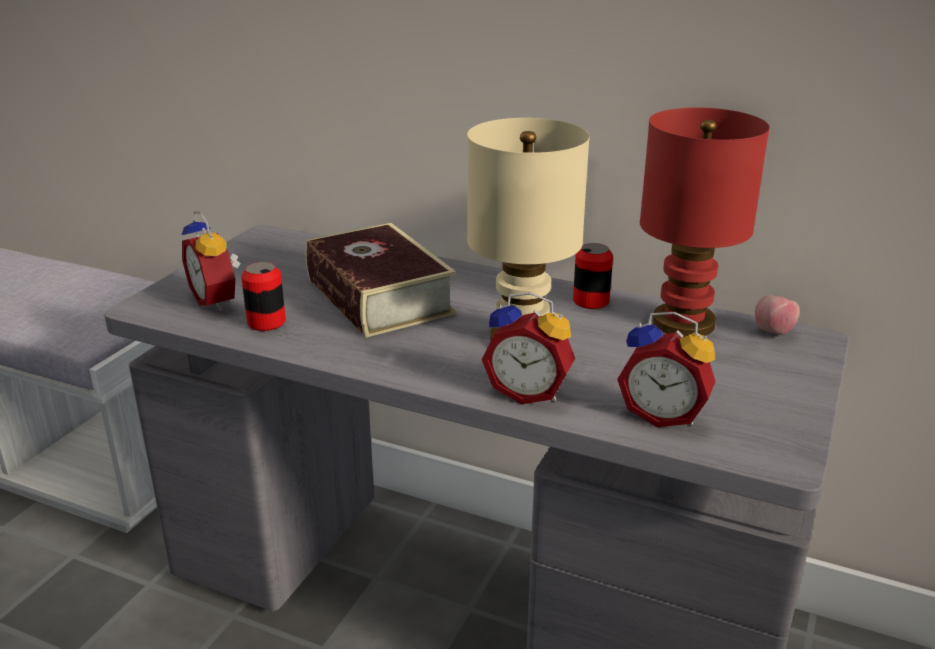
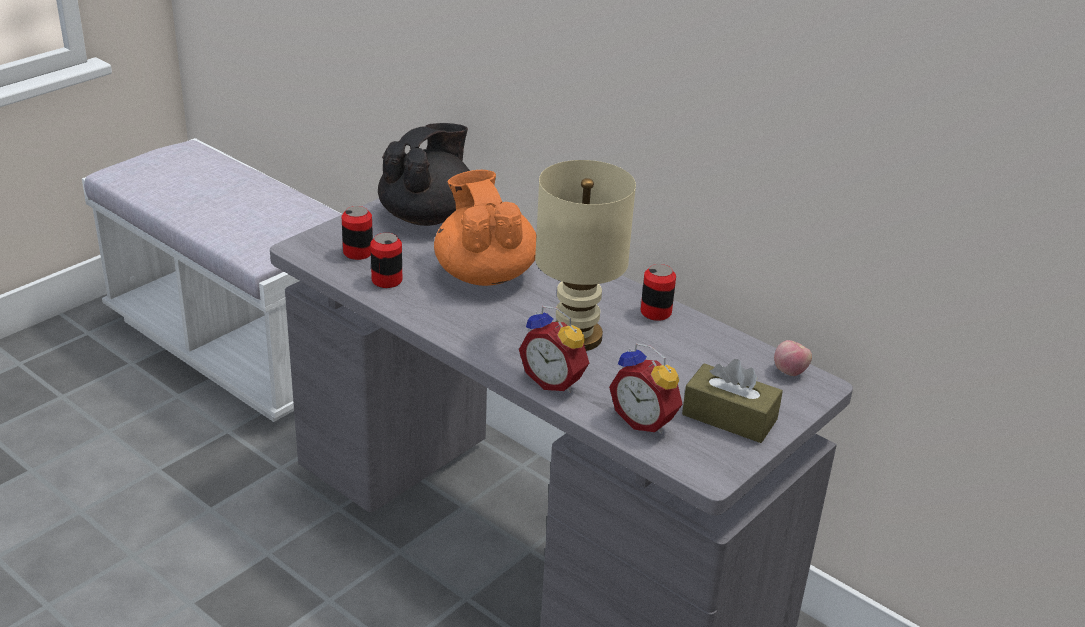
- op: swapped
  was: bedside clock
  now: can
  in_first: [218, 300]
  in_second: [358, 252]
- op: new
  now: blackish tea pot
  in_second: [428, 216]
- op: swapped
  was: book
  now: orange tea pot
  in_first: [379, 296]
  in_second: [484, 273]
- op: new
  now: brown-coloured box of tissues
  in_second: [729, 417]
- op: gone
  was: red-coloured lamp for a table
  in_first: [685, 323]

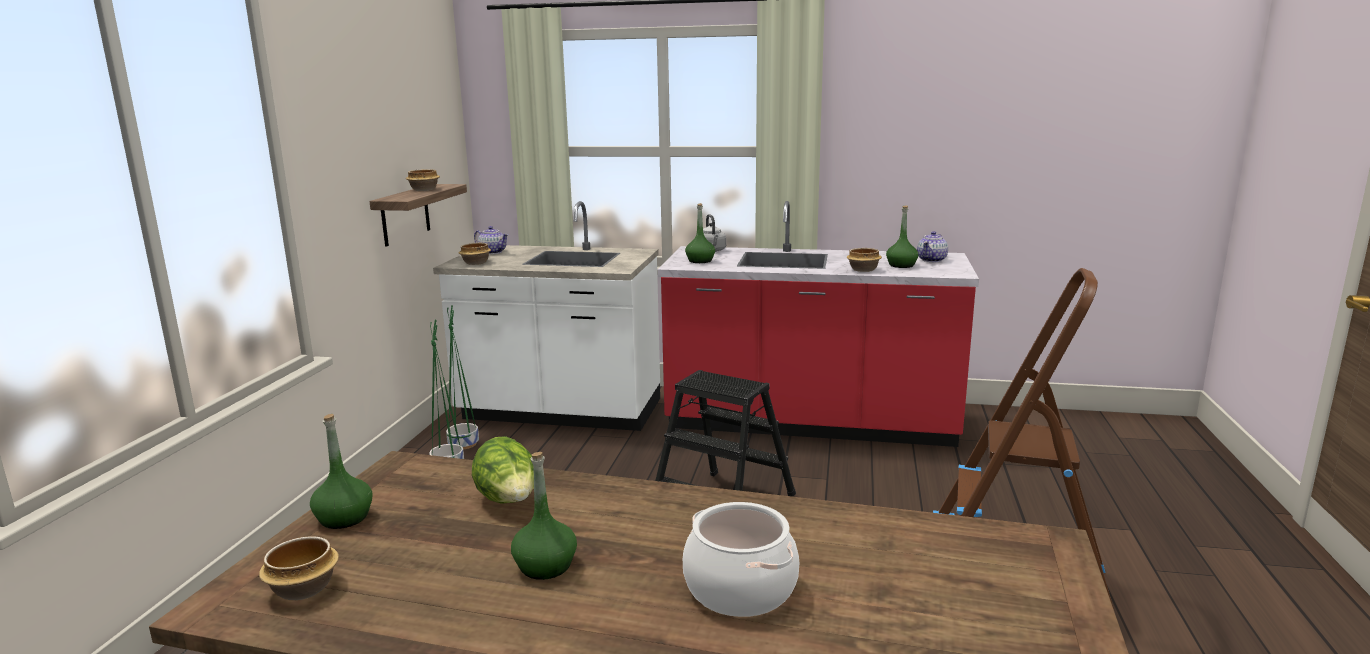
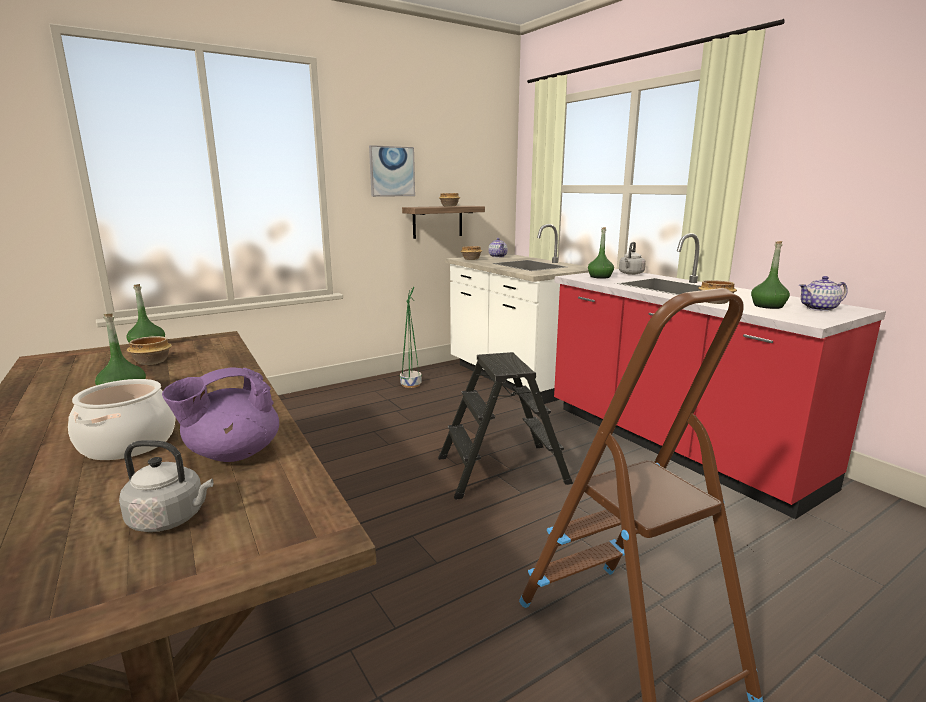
- op: new
  now: greyish kettle
  in_second: [171, 519]
- op: shifted
  was: bowl
  in_first: [302, 589]
  in_second: [151, 362]
- op: new
  now: purple tea pot
  in_second: [232, 454]
- op: new
  now: wall art
  in_second: [392, 171]
- op: gone
  was: green-coloured planter
  in_first: [463, 444]
- op: gone
  was: lettuce
  in_first: [509, 501]

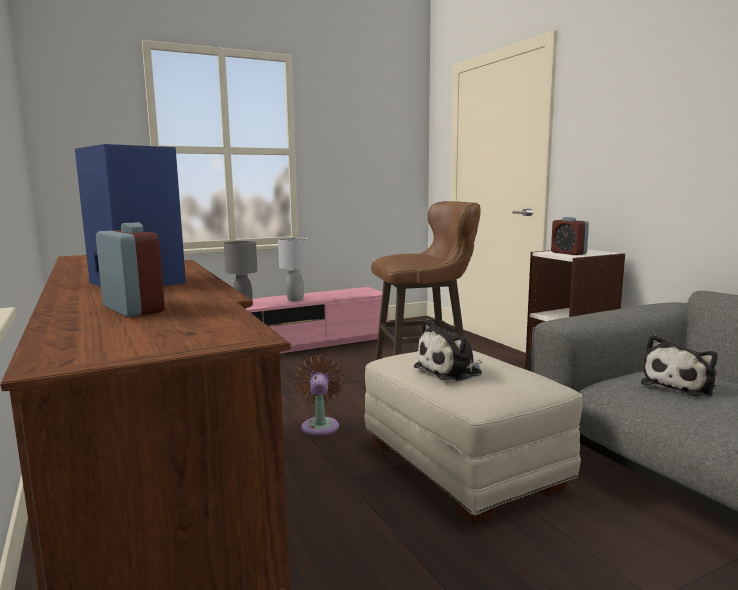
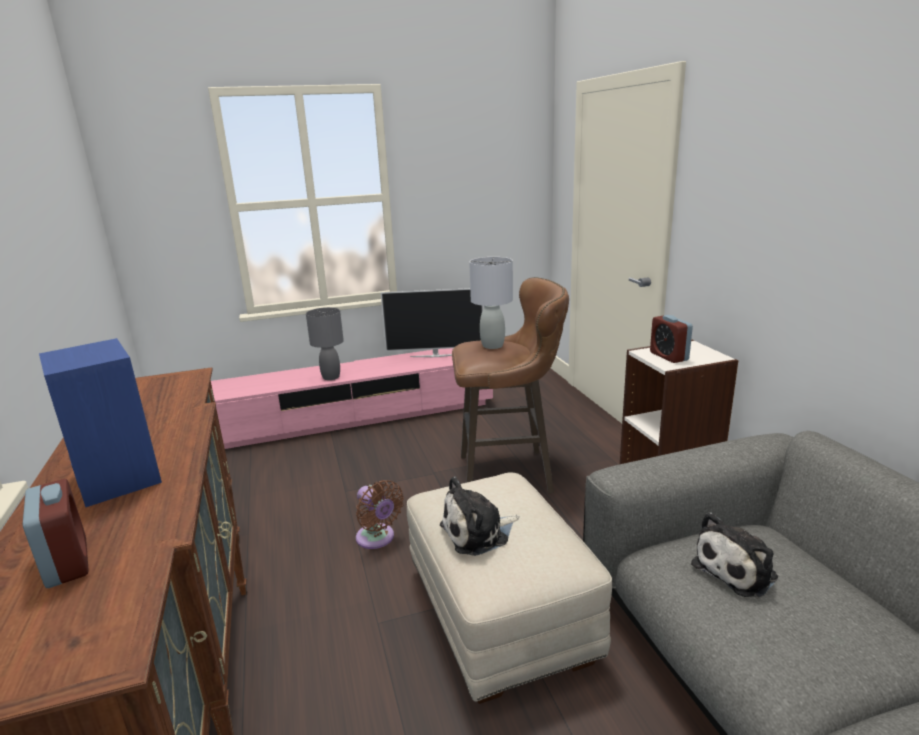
- op: rotated
  was: brown-coloured cooling fan
  in_first: [320, 425]
  in_second: [377, 539]
  clockwise: 135
- op: new
  now: TV set
  in_second: [435, 355]
- op: shifted
  was: greyish lamp for a table
  in_first: [295, 300]
  in_second: [492, 345]

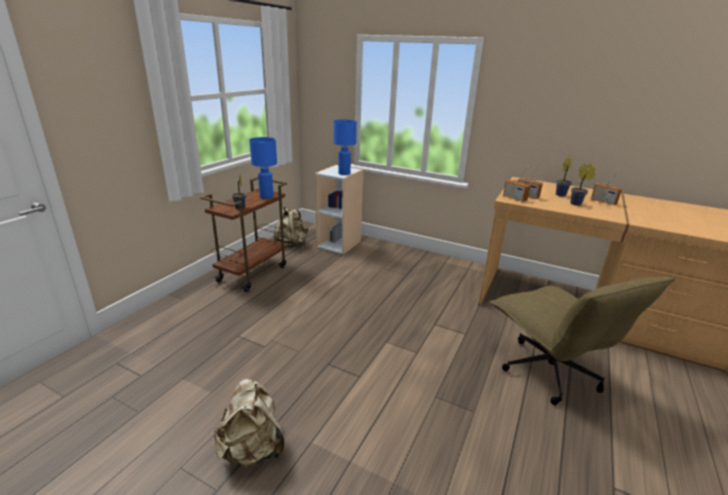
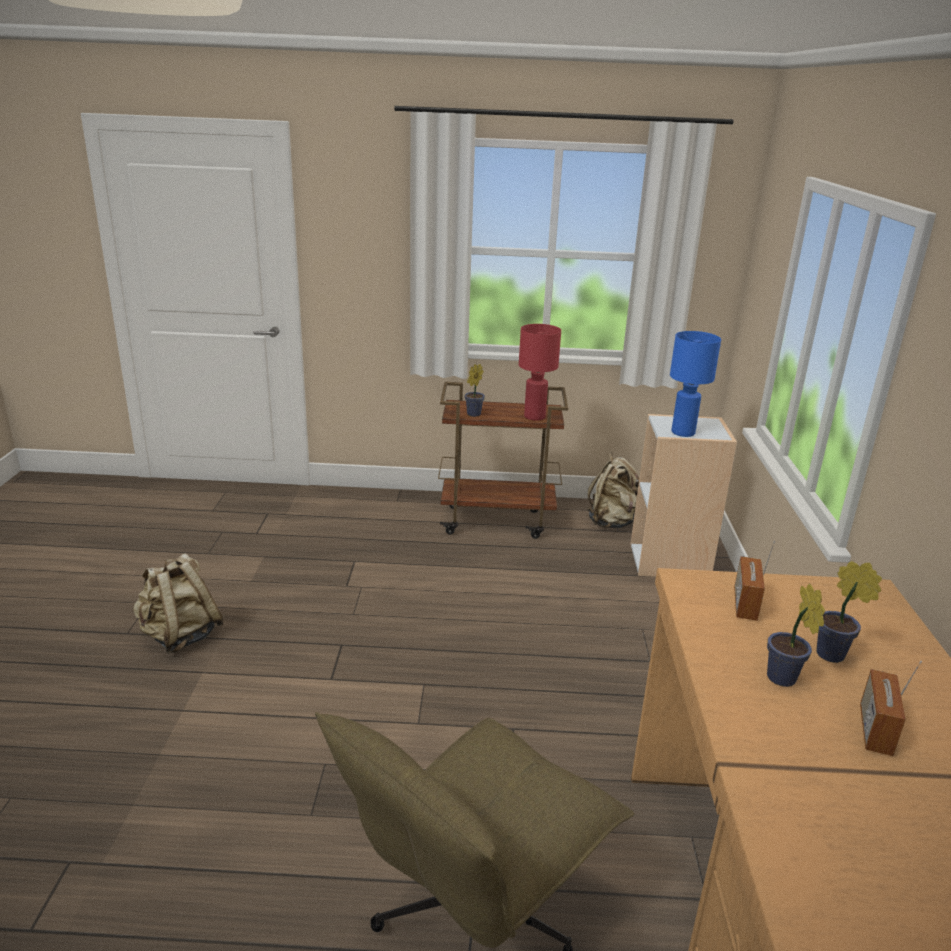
- op: repainted
  was: bluish lamp for a table
  now: red-coloured lamp for a table
  in_first: [267, 196]
  in_second: [535, 417]
- op: gone
  was: radio
  in_first: [514, 198]

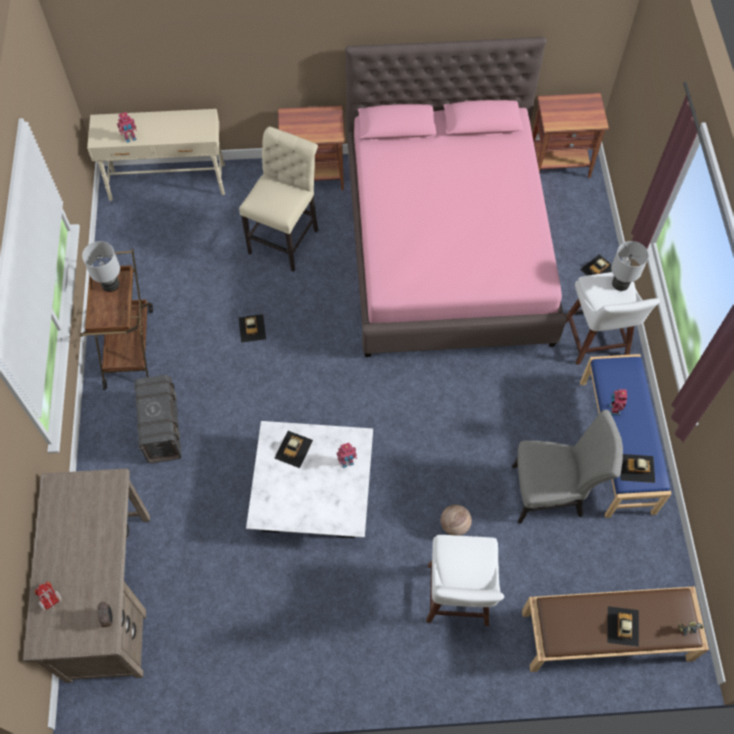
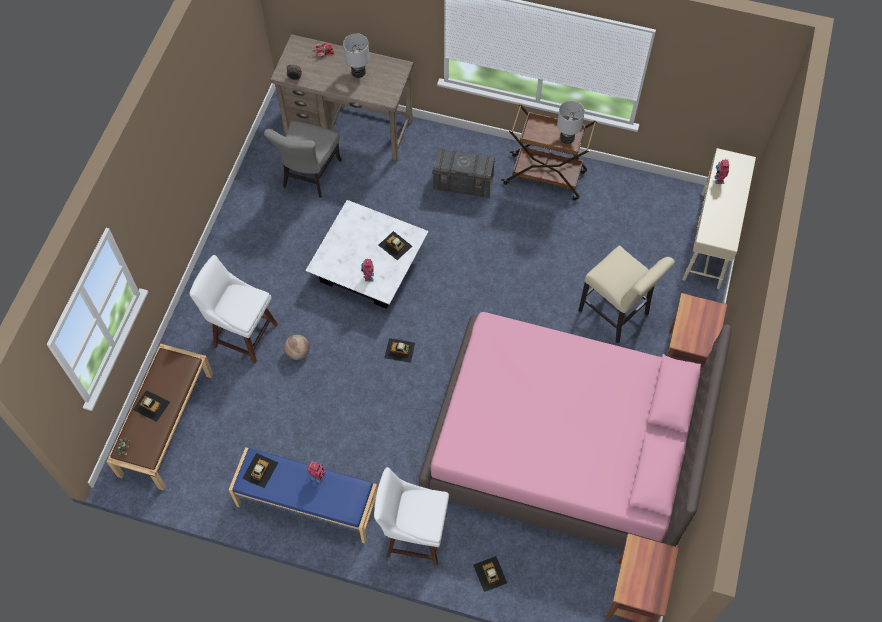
- op: shifted
  was: greyish chair
  in_first: [552, 493]
  in_second: [309, 176]
- op: shifted
  was: greyish lamp for a table
  in_first: [620, 283]
  in_second: [358, 72]
- op: shifted
  was: miniature car
  in_first: [252, 328]
  in_second: [400, 350]

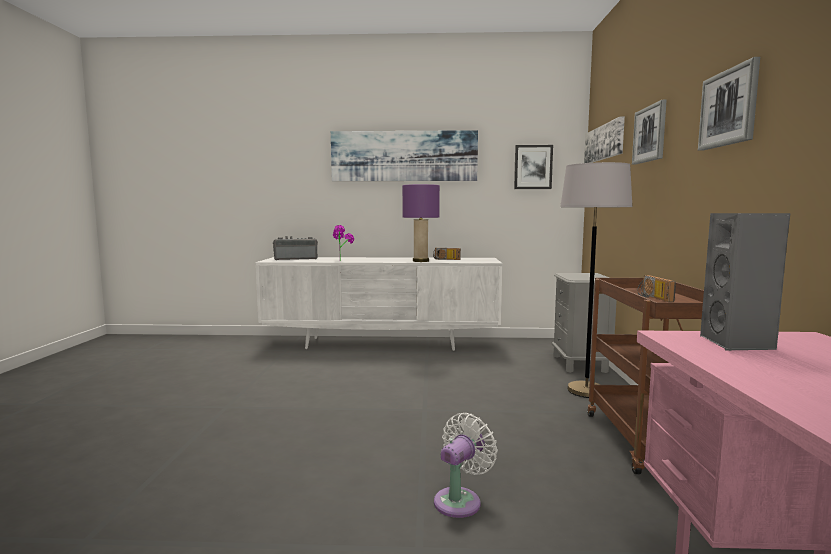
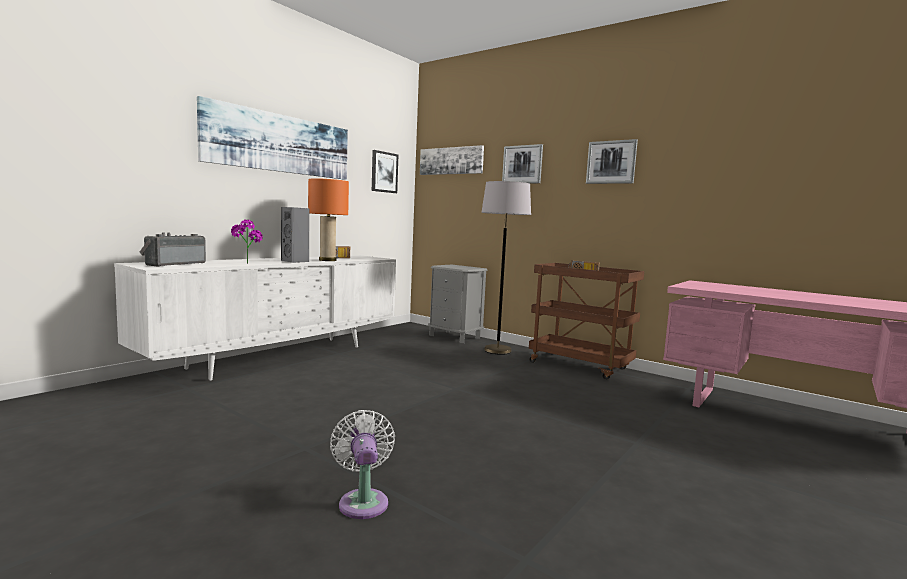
- op: shifted
  was: greyish loudspeaker
  in_first: [738, 344]
  in_second: [296, 261]
- op: repainted
  was: purple lamp for a table
  now: orange lamp for a table
  in_first: [421, 261]
  in_second: [327, 260]
- op: shifted
  was: white-coloured cooling fan
  in_first: [460, 500]
  in_second: [363, 501]

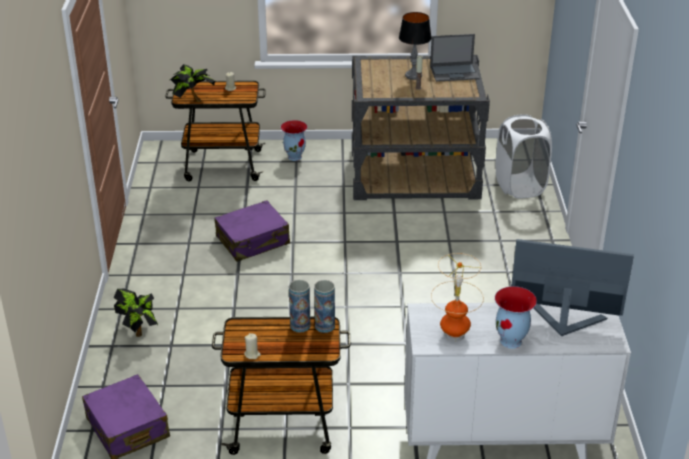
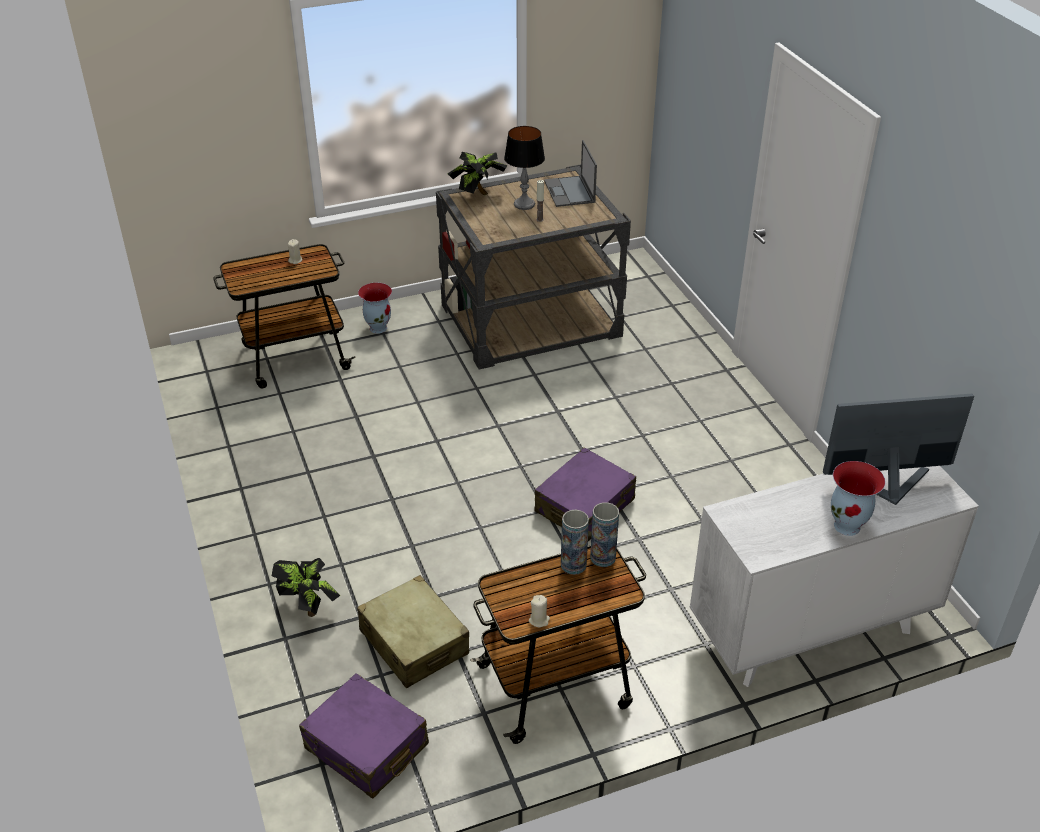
- op: new
  now: beige suitcase
  in_second: [414, 642]
- op: shifted
  was: potted plant
  in_first: [192, 100]
  in_second: [477, 194]
- op: shifted
  was: purple suitcase
  in_first: [253, 241]
  in_second: [585, 506]
- op: rotated
  was: portable computer
  in_first: [455, 72]
  in_second: [570, 192]
  clockwise: 105
- op: gone
  was: lamp for a table
  in_first: [454, 334]
- op: gone
  was: white-coloured laundry basket
  in_first: [520, 186]

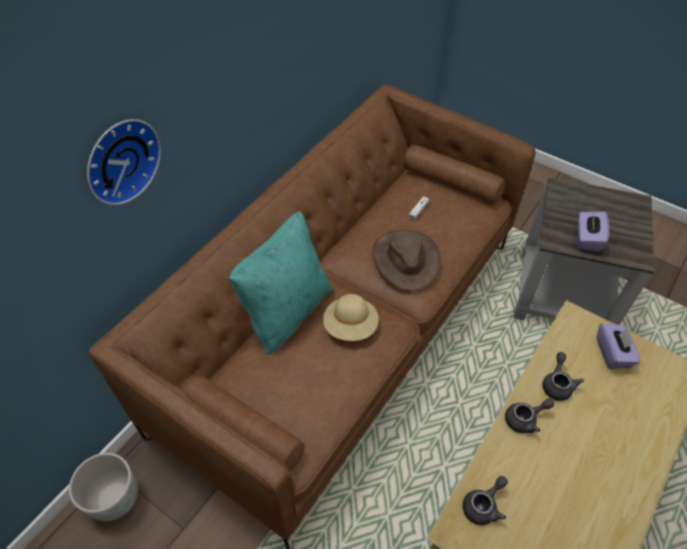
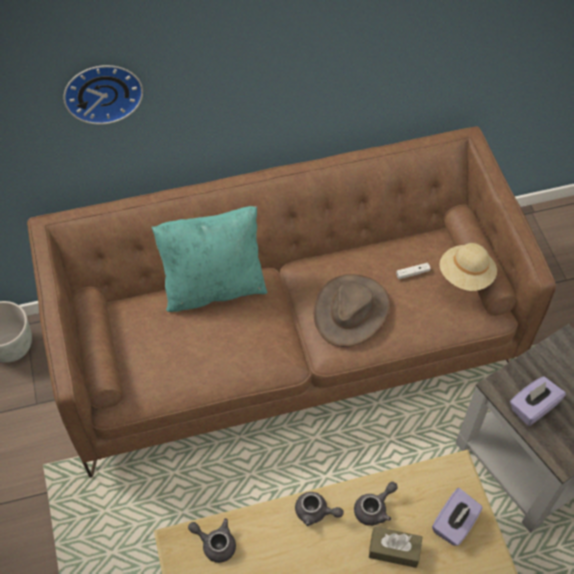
- op: rotated
  was: greyish tea pot
  in_first: [483, 505]
  in_second: [215, 543]
  clockwise: -150
- op: new
  now: brown-coloured box of tissues
  in_second: [394, 550]
- op: shifted
  was: beige hat
  in_first: [350, 326]
  in_second: [466, 276]

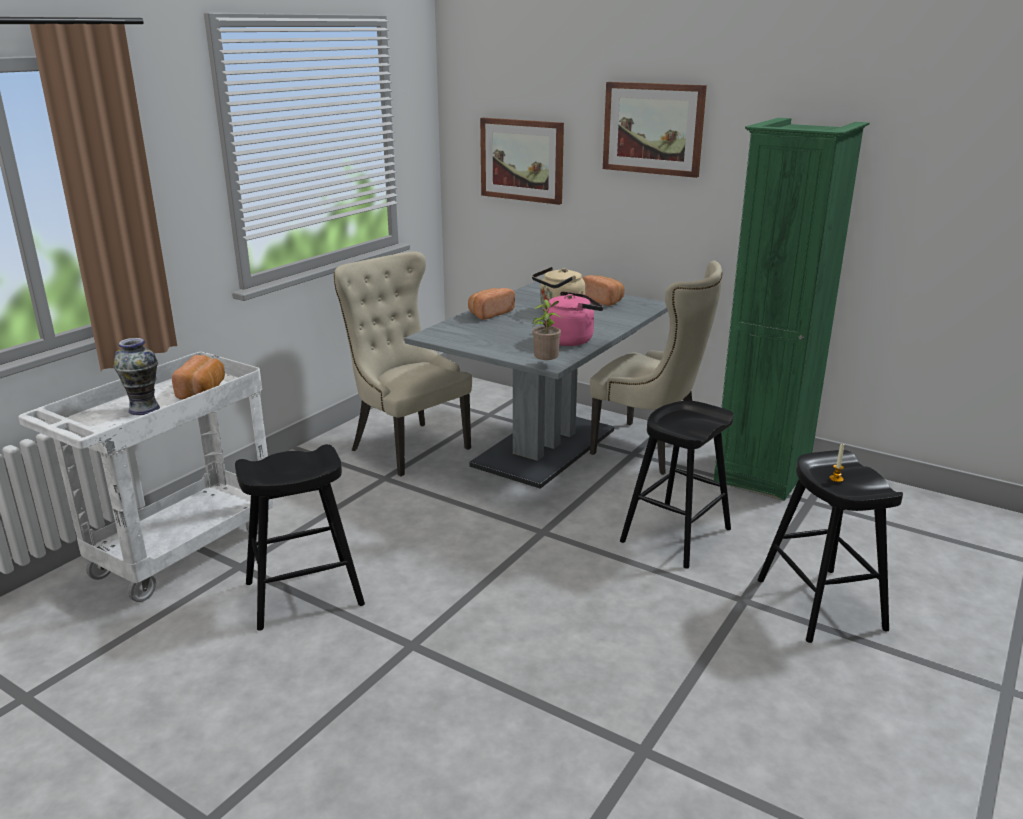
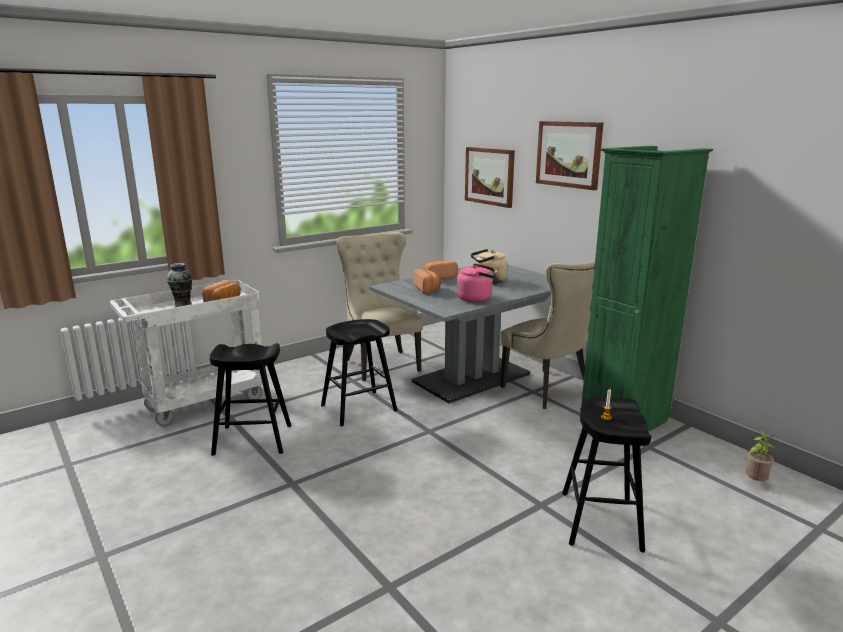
- op: shifted
  was: blackish stool seat
  in_first: [675, 535]
  in_second: [358, 408]
- op: shifted
  was: bakery bread
  in_first: [603, 300]
  in_second: [427, 289]
- op: shifted
  was: potted plant
  in_first: [546, 365]
  in_second: [755, 482]

